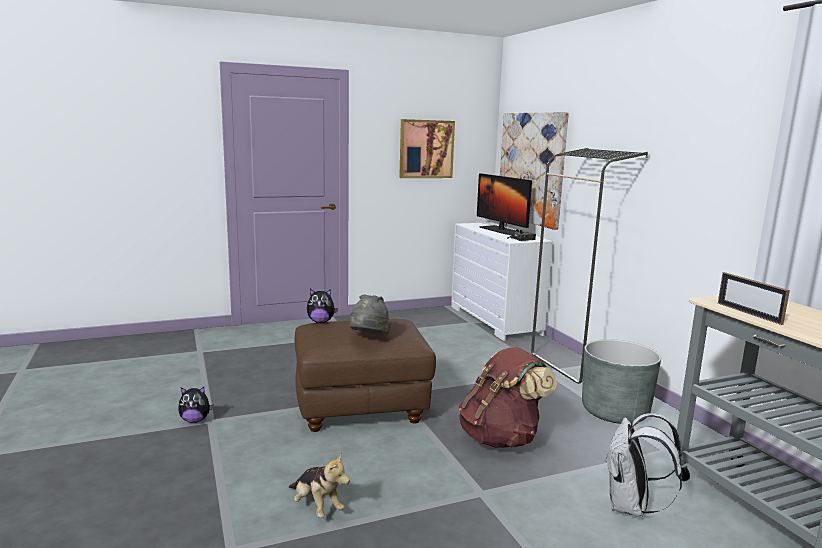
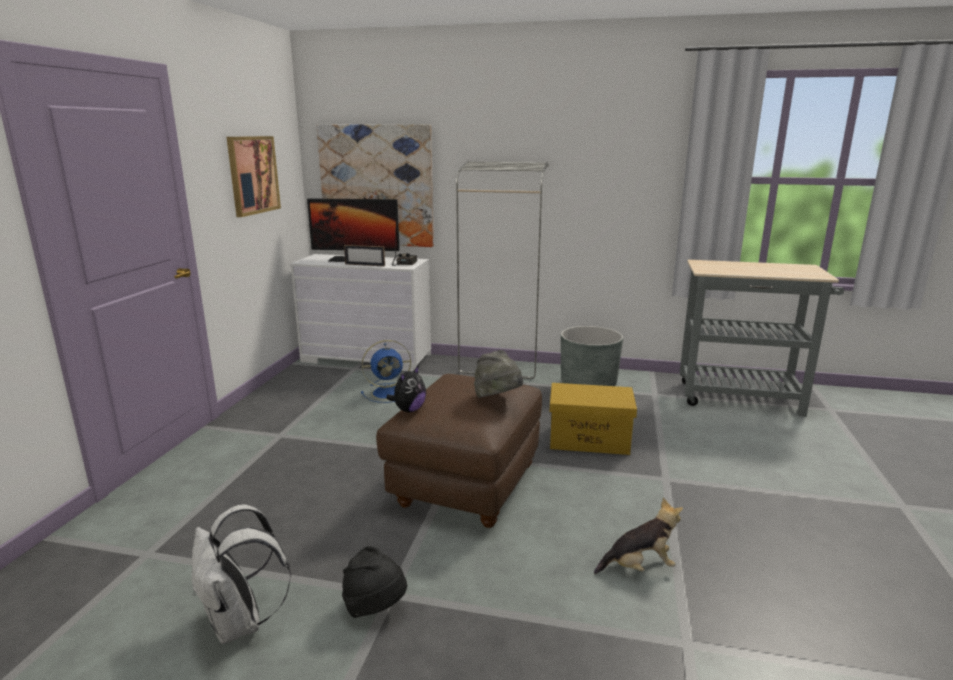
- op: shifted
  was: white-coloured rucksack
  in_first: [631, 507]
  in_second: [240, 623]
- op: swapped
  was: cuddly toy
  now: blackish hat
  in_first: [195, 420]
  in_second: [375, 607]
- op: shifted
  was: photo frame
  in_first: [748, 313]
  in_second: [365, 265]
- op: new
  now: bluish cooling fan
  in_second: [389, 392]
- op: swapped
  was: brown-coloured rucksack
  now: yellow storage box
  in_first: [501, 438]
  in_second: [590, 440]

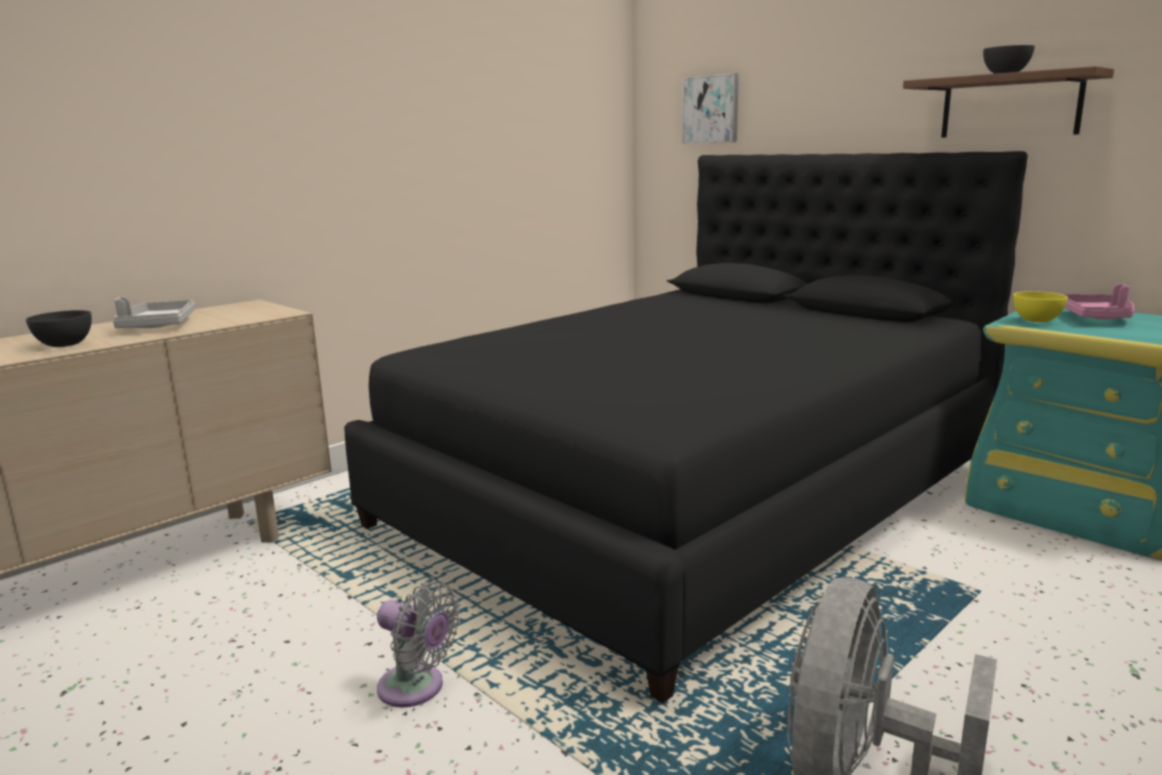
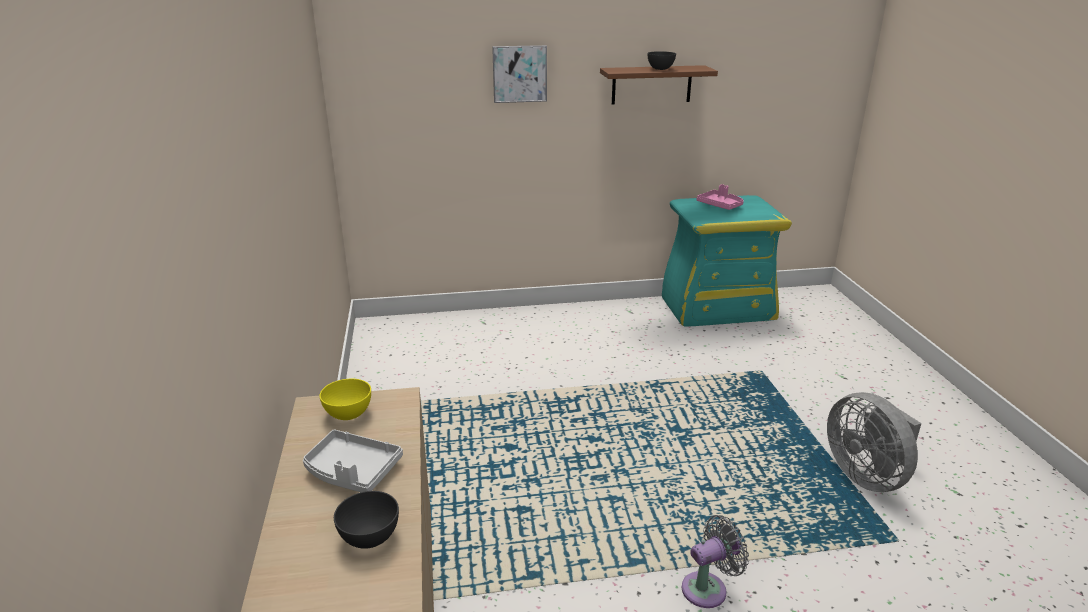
- op: shifted
  was: yellow bowl
  in_first: [1036, 320]
  in_second: [348, 414]
- op: shifted
  was: wall art
  in_first: [711, 109]
  in_second: [519, 73]
- op: gone
  was: blackish sleeping bed
  in_first: [693, 495]

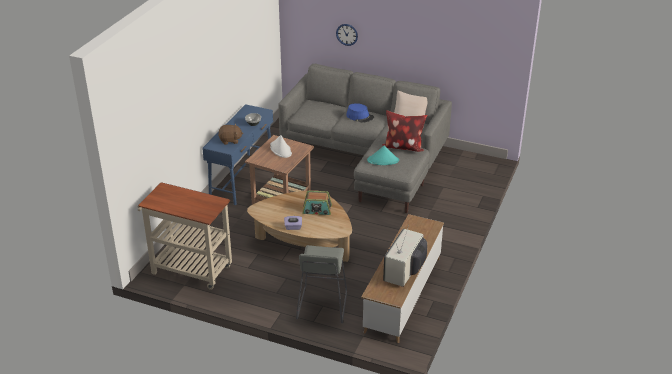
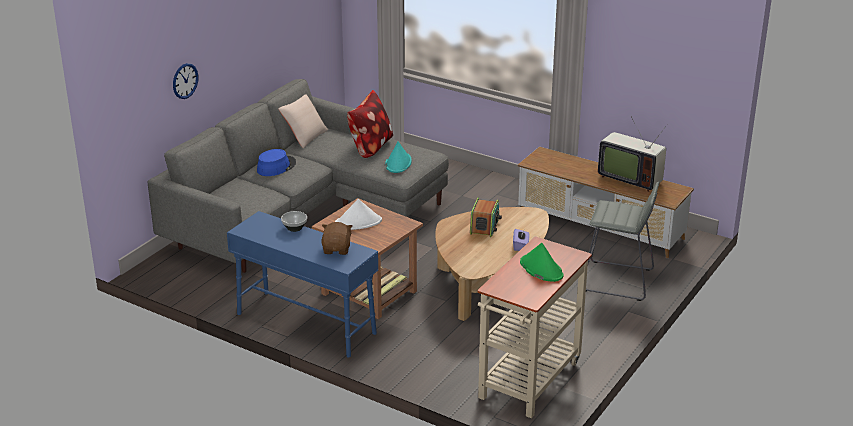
- op: new
  now: green-coloured hat
  in_second: [541, 269]

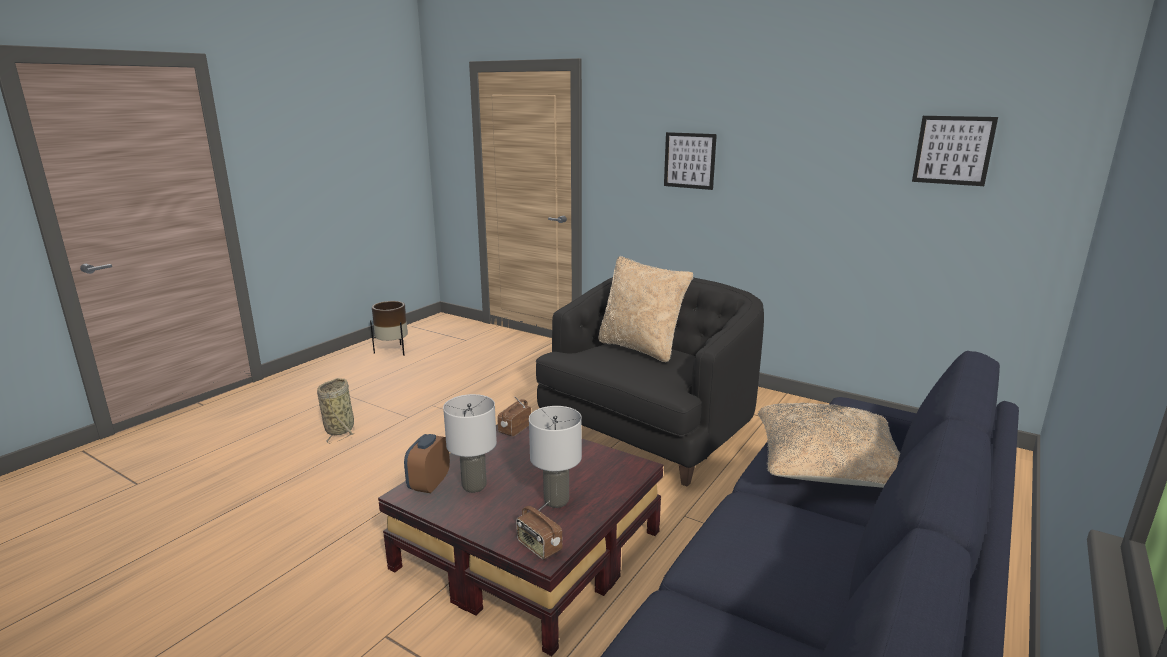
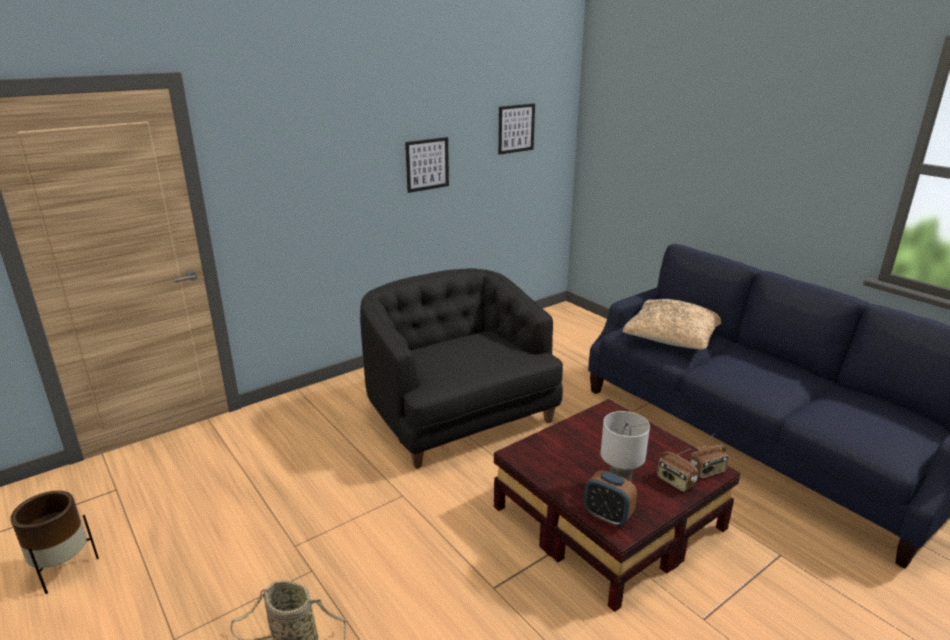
- op: shifted
  was: wall art
  in_first: [689, 160]
  in_second: [427, 164]
- op: shifted
  was: radio
  in_first: [514, 429]
  in_second: [675, 482]
- op: gone
  was: white-coloured lamp for a table
  in_first: [557, 502]
- op: gone
  was: beige pillow
  in_first: [640, 350]

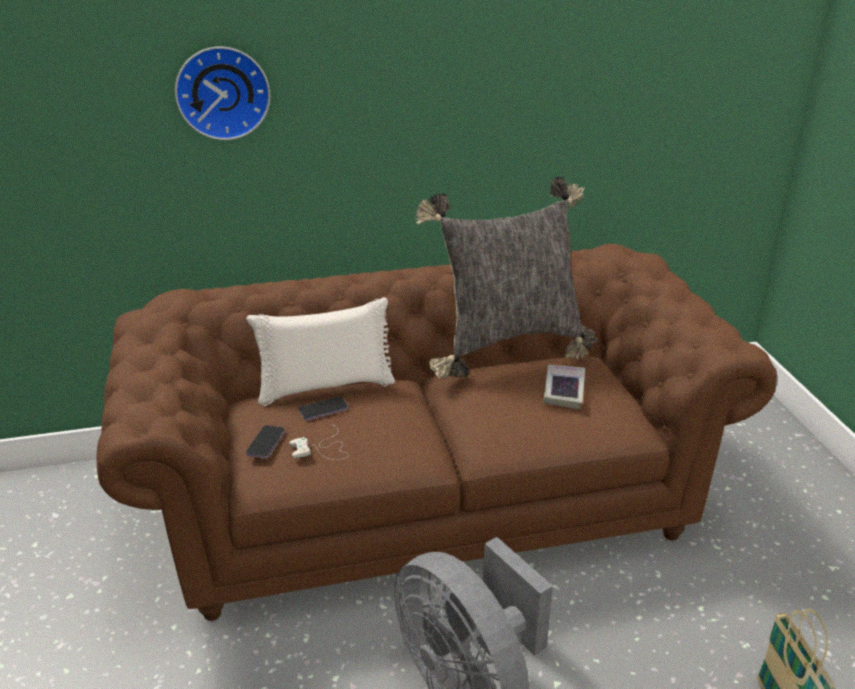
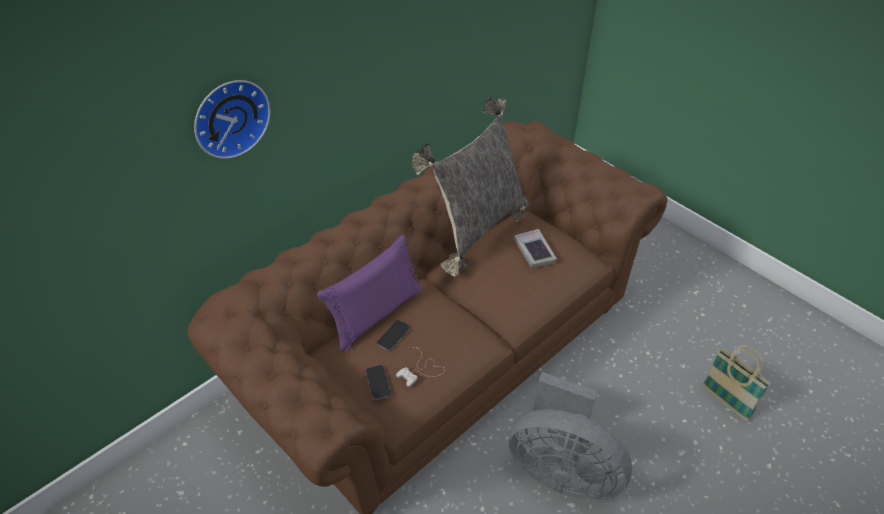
- op: repainted
  was: white-coloured pillow
  now: purple pillow
  in_first: [325, 387]
  in_second: [375, 314]

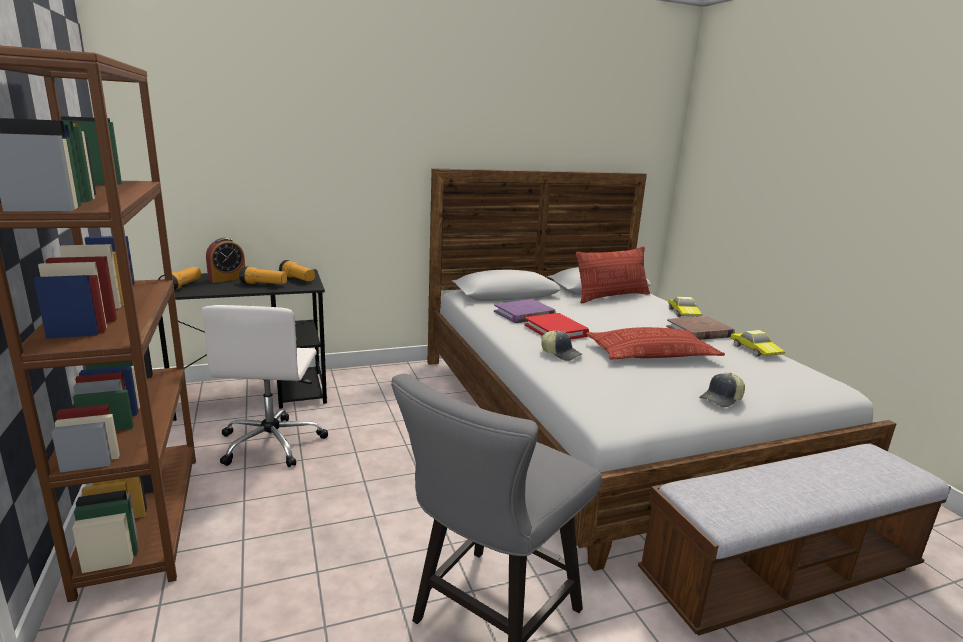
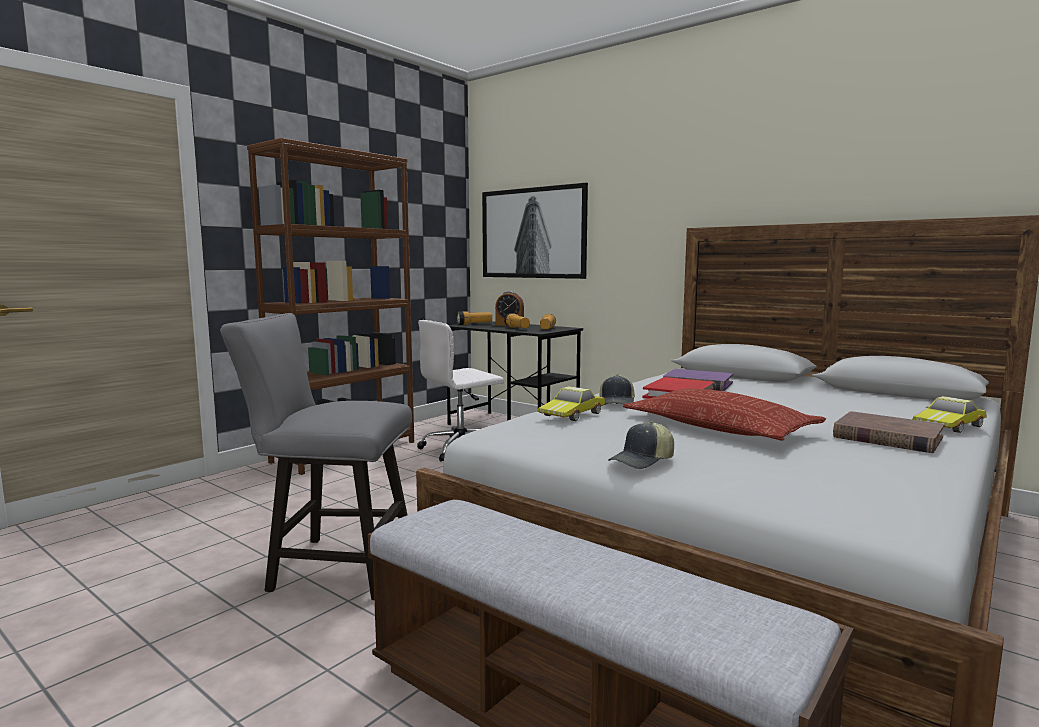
- op: new
  now: wall art
  in_second: [532, 233]
- op: shifted
  was: miniature car
  in_first: [755, 349]
  in_second: [573, 414]
- op: rotated
  was: baseball cap
  in_first: [722, 399]
  in_second: [643, 461]
  clockwise: -60
- op: gone
  was: pillow
  in_first: [611, 296]

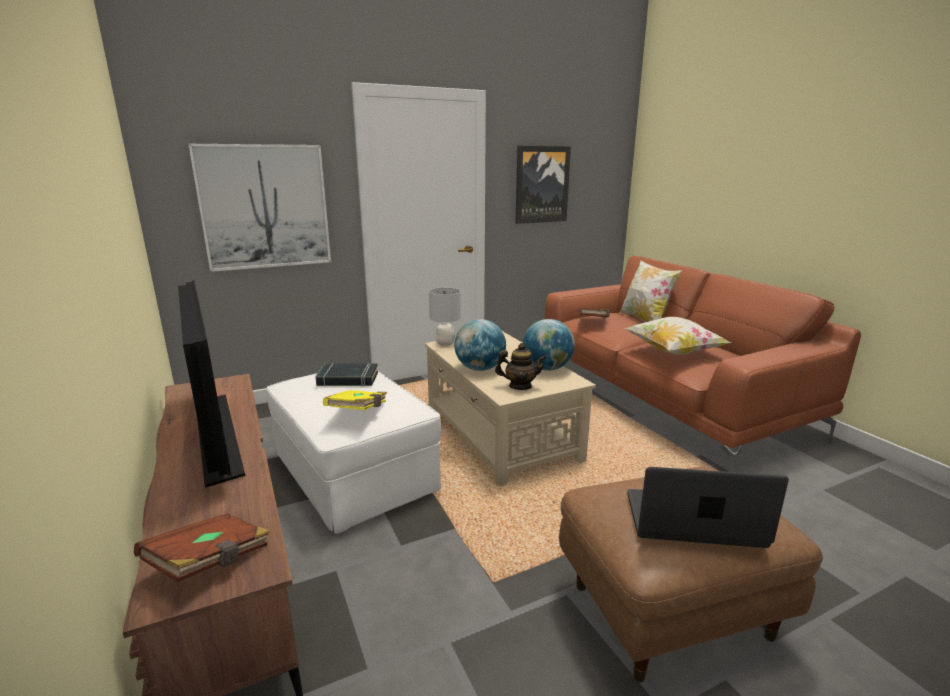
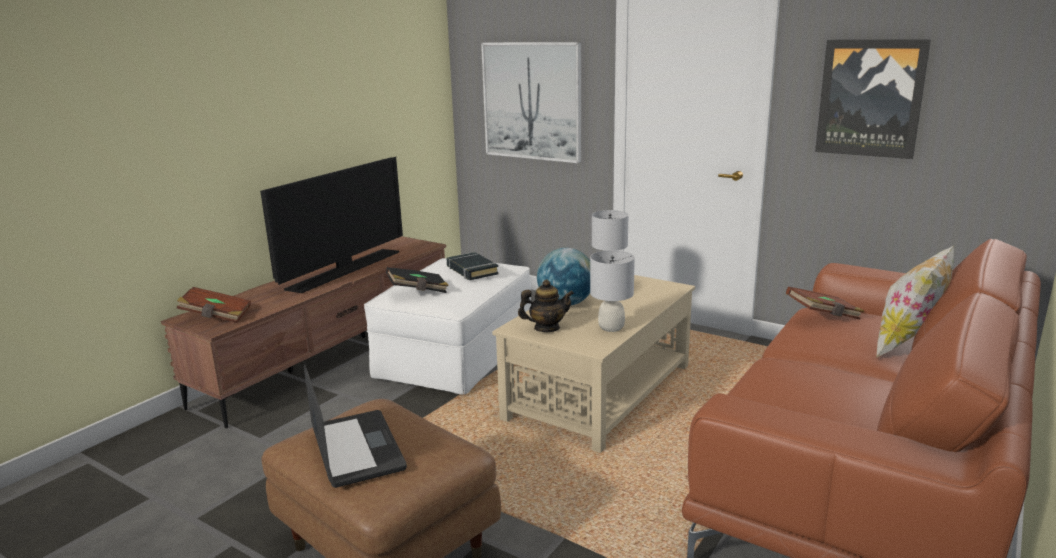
- op: repainted
  was: yellow book
  now: blackish book
  in_first: [359, 412]
  in_second: [418, 291]
- op: rotated
  was: tea pot
  in_first: [520, 386]
  in_second: [546, 328]
  clockwise: -75
- op: swapped
  was: world globe
  now: greyish lamp for a table
  in_first: [547, 368]
  in_second: [612, 329]
- op: gone
  was: pillow
  in_first: [673, 352]

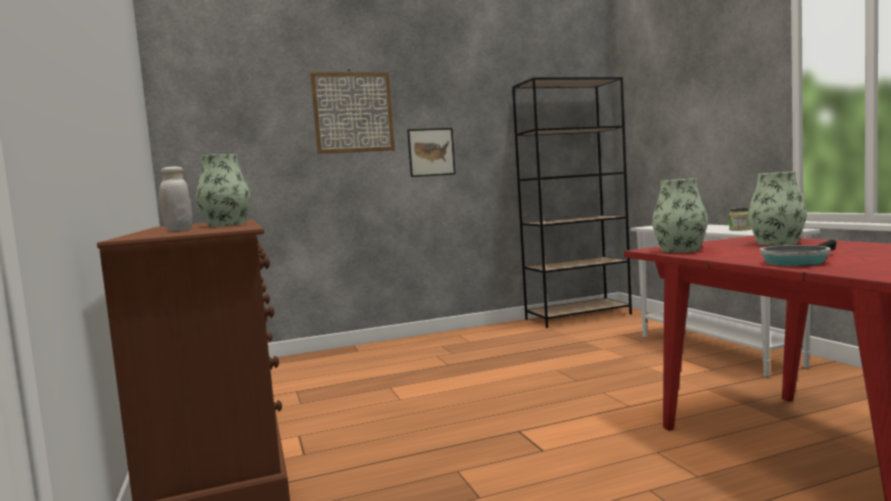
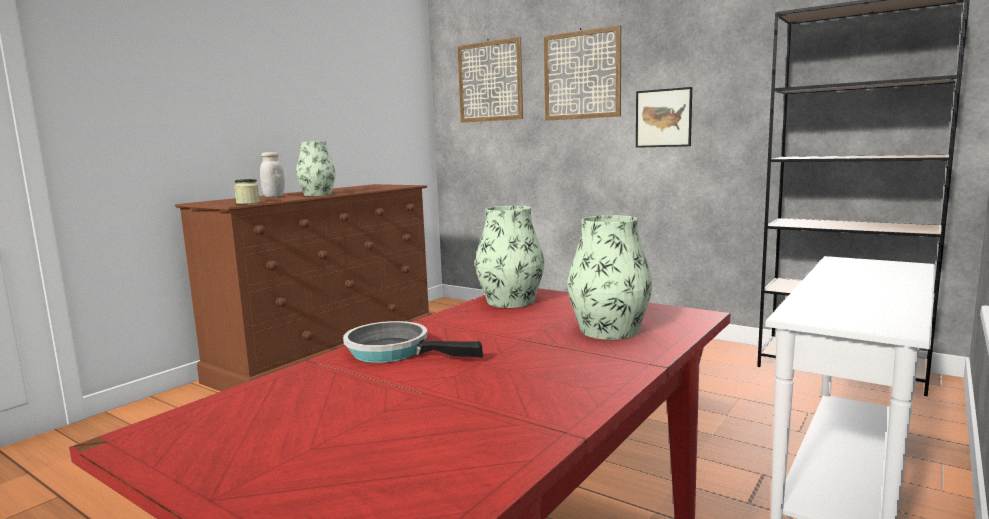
- op: shifted
  was: jar
  in_first: [740, 229]
  in_second: [248, 203]
- op: new
  now: wall art
  in_second: [490, 80]

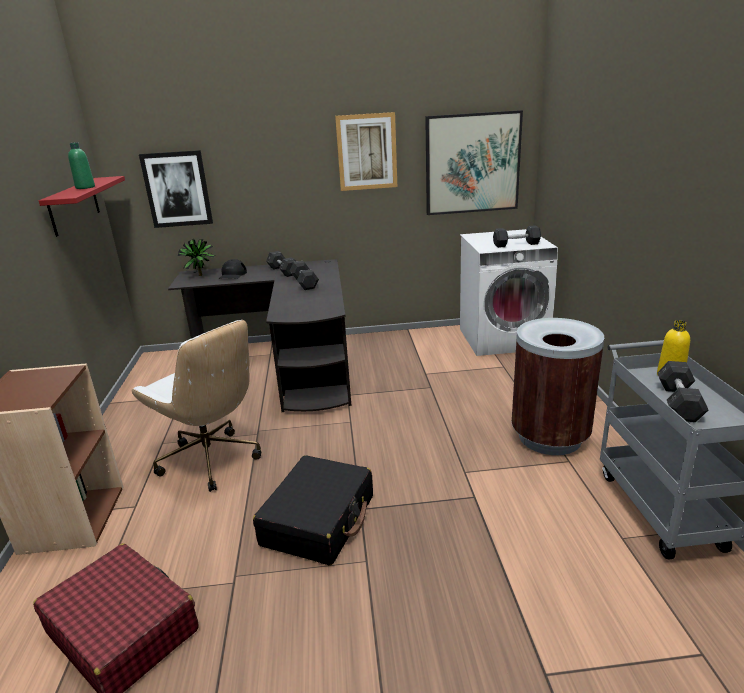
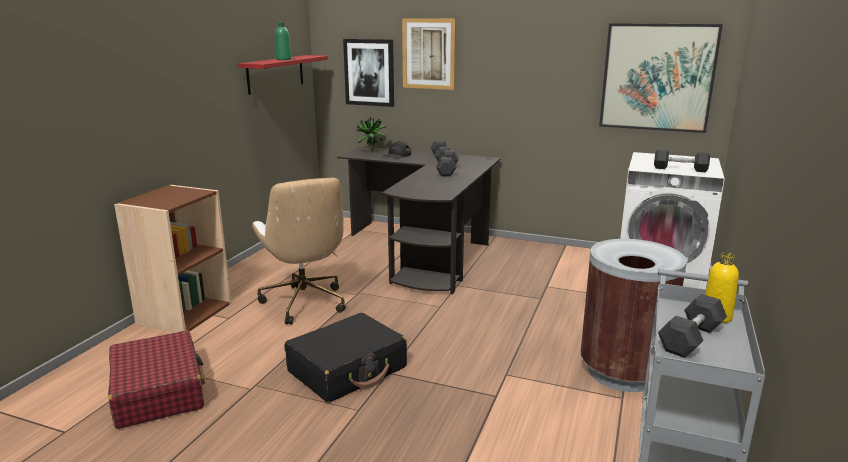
- op: shifted
  was: wall art
  in_first: [367, 152]
  in_second: [428, 54]

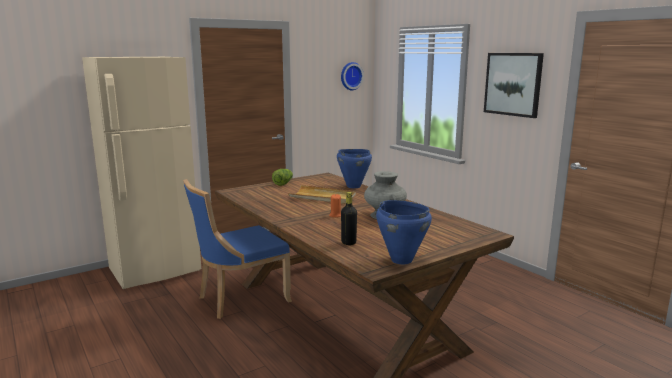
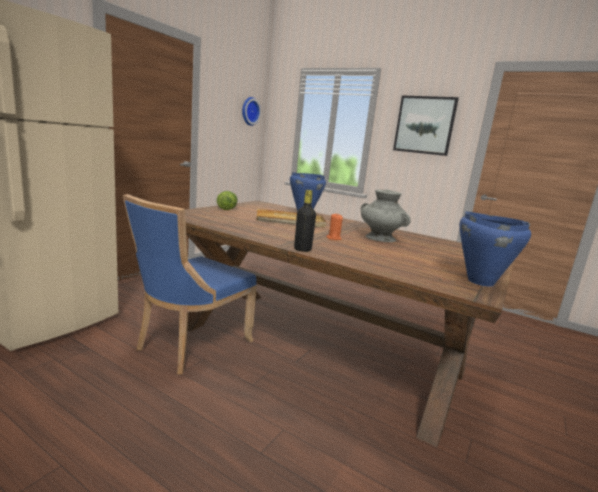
- op: shifted
  was: blackish bottle
  in_first: [348, 242]
  in_second: [302, 249]

